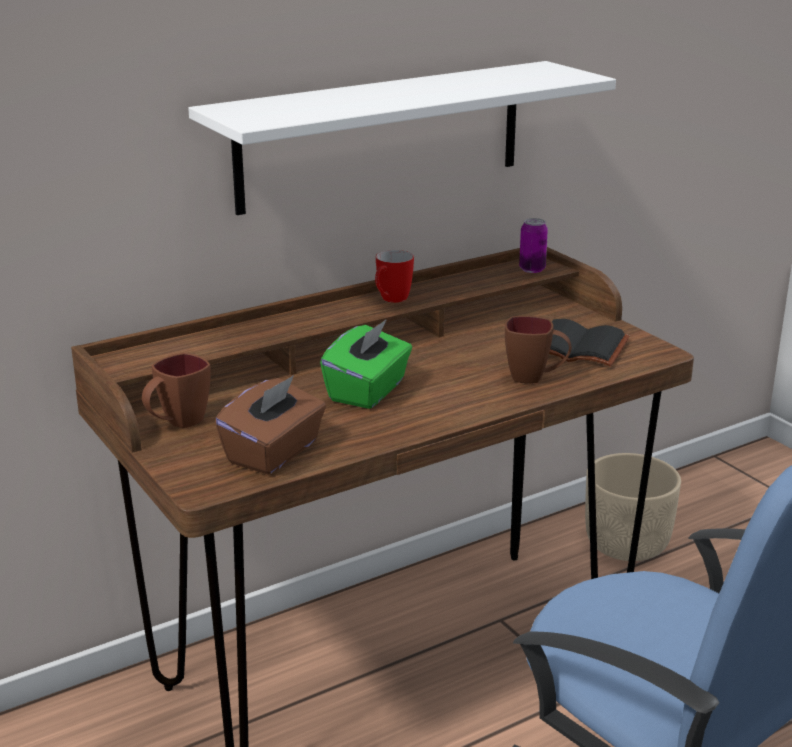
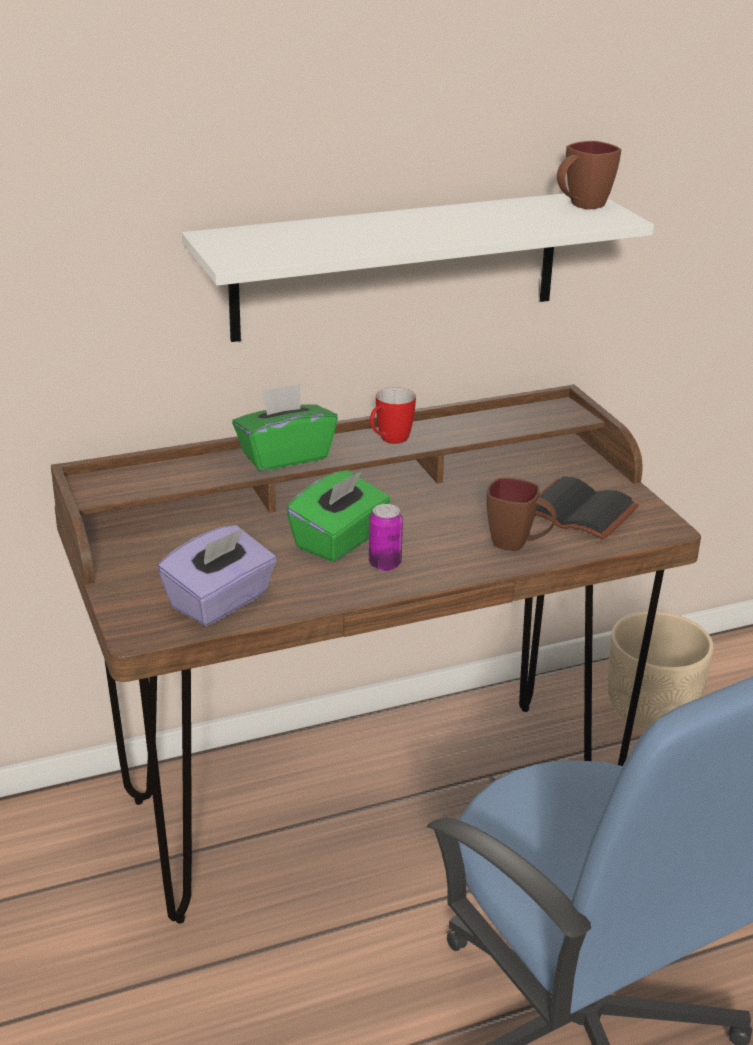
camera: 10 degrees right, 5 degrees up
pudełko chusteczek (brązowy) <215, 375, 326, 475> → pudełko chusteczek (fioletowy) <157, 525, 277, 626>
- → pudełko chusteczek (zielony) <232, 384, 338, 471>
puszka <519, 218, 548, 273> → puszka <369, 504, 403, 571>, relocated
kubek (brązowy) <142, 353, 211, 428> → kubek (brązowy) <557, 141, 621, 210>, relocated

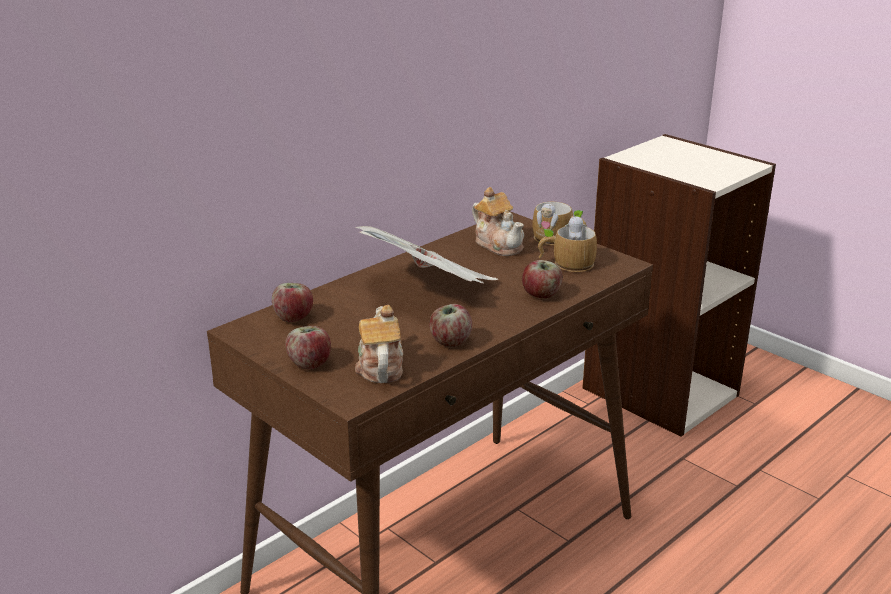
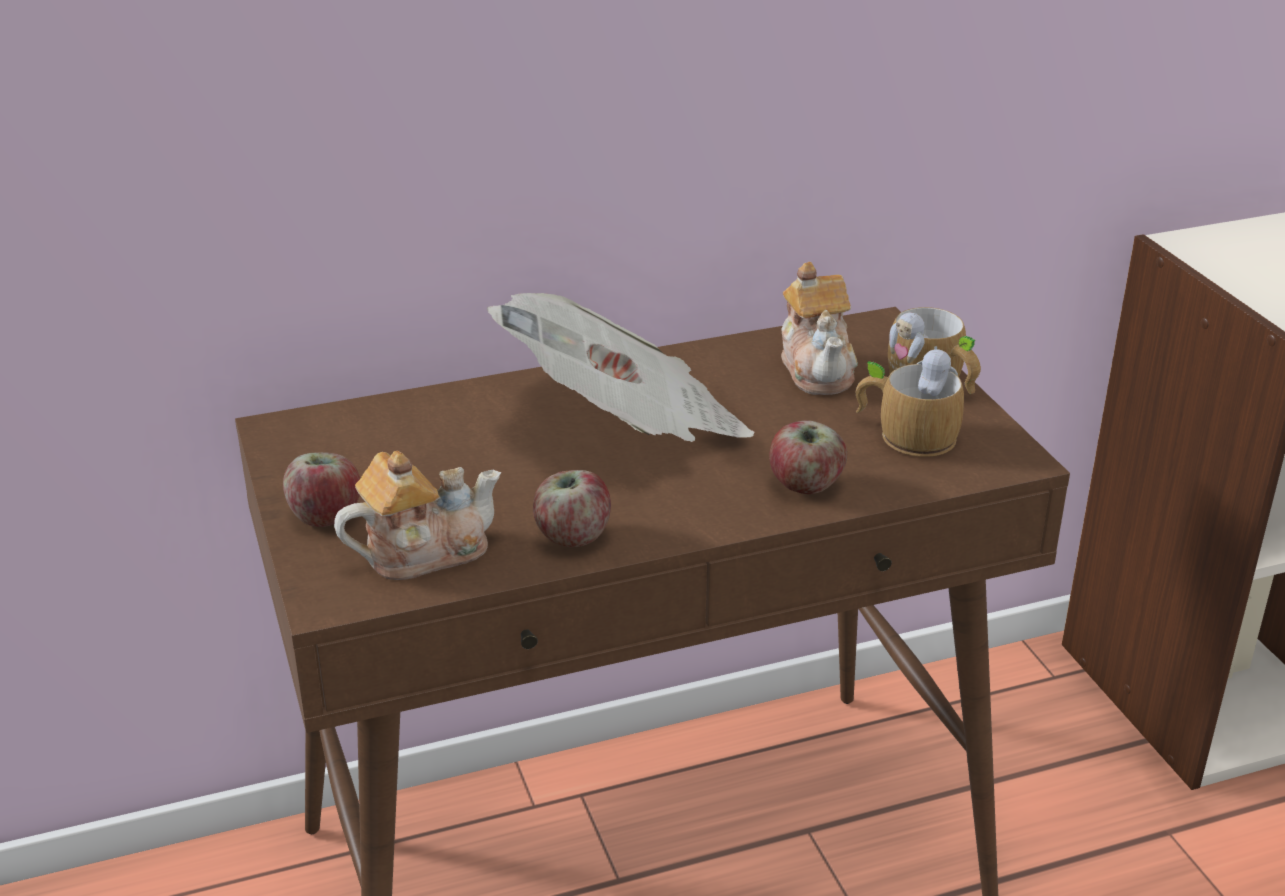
camera: 25 degrees right, 5 degrees up
imbryk <355, 305, 403, 383> → imbryk <334, 451, 501, 580>, 45 degrees clockwise
jabłko <272, 283, 313, 322> → -

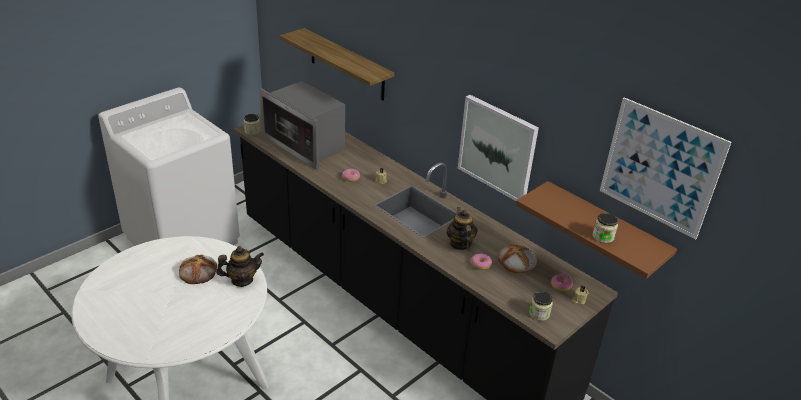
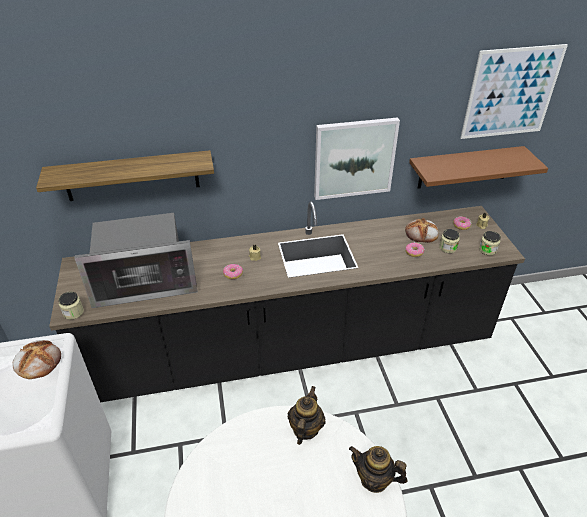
camera: 55 degrees left, 5 degrees up
chleb <179, 255, 217, 284> → chleb <12, 340, 61, 379>, relocated
imbryk <446, 207, 478, 250> → imbryk <349, 446, 407, 493>, relocated
słoik <592, 213, 618, 243> → słoik <439, 229, 460, 253>, relocated

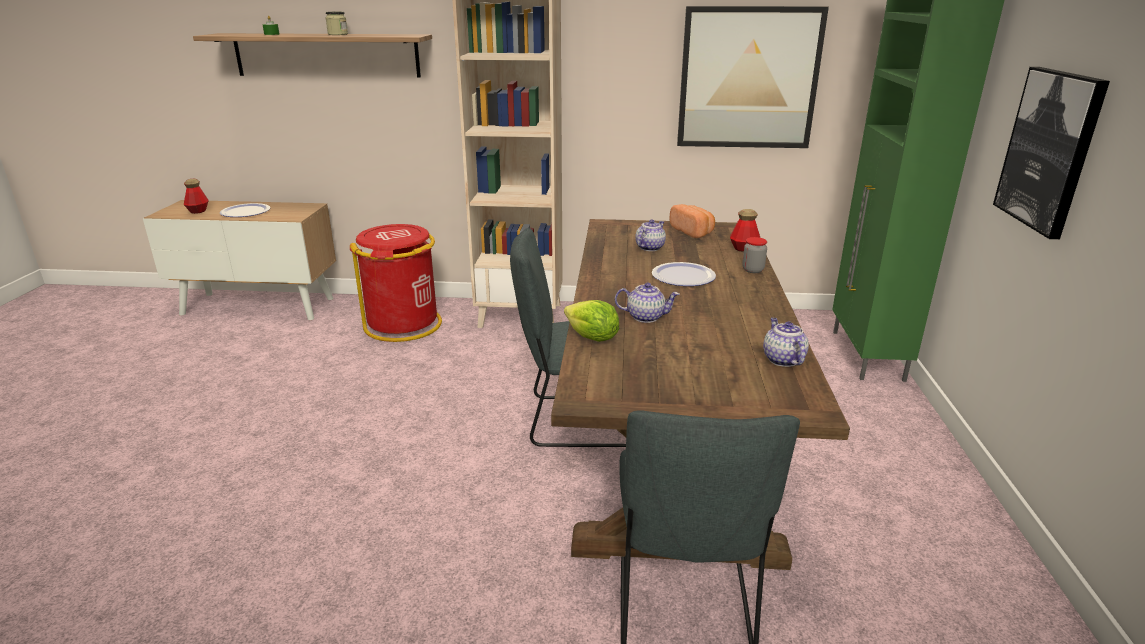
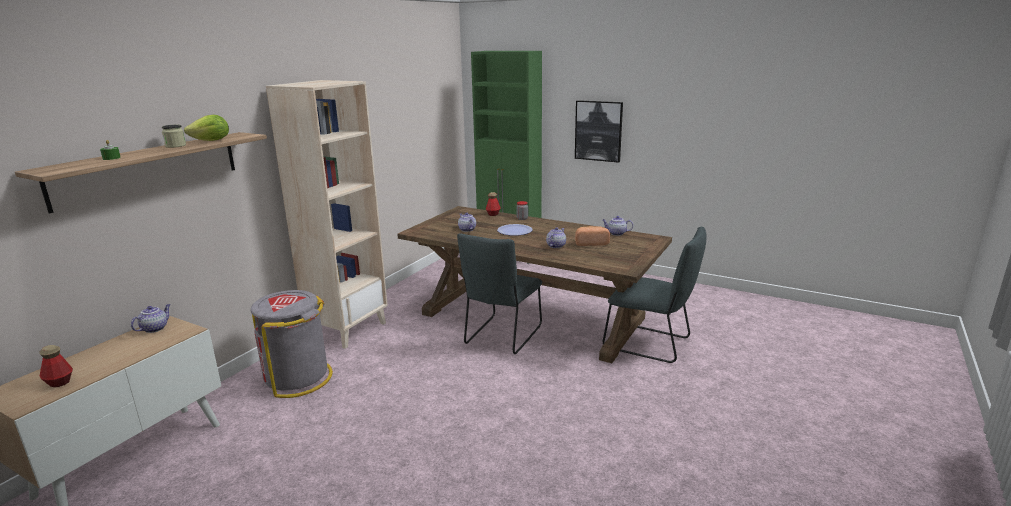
camera: 65 degrees left, 5 degrees down
- → imbryk <131, 304, 171, 333>
sałata <564, 300, 619, 342> → sałata <184, 115, 229, 141>, relocated
kosz na śmieci (czerwony) <350, 224, 442, 342> → kosz na śmieci (szary) <251, 290, 333, 398>
chleb <670, 204, 715, 238> → chleb <575, 226, 610, 246>, relocated
talerz <220, 203, 270, 217> → -
obraz <677, 6, 829, 148> → -

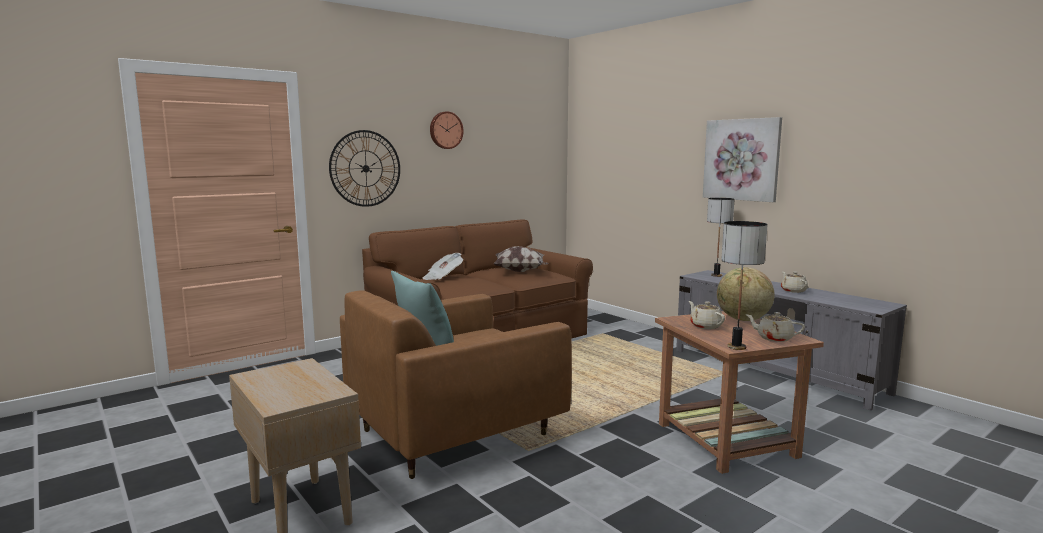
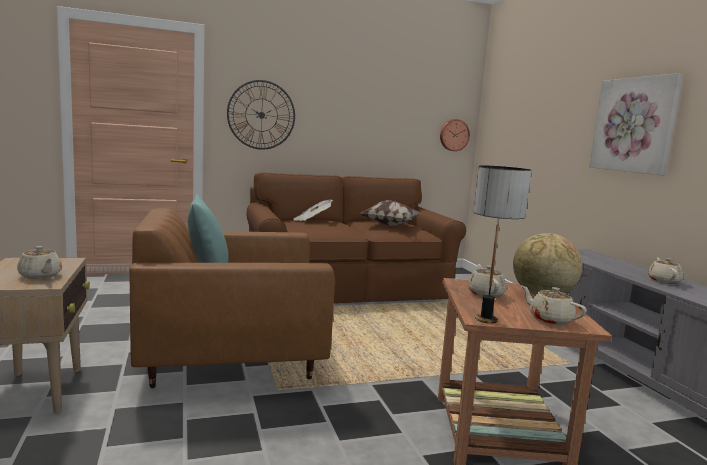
camera: 20 degrees right, 0 degrees up
- → imbryk (beżowy) <17, 246, 62, 279>
zegar ścienny <430, 111, 464, 149> → zegar ścienny <440, 119, 470, 151>, relocated
lampa stołowa <707, 198, 735, 277> → -

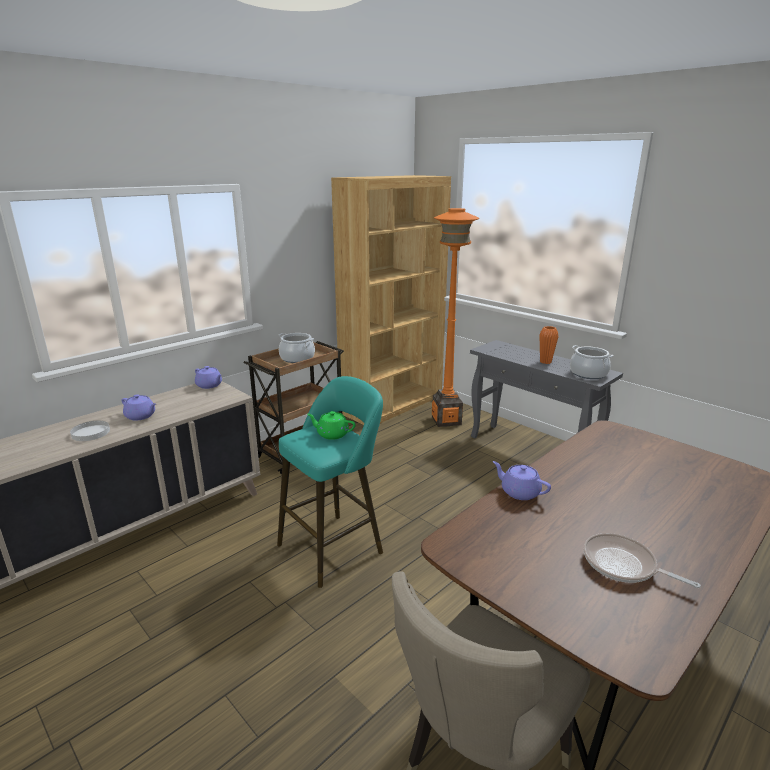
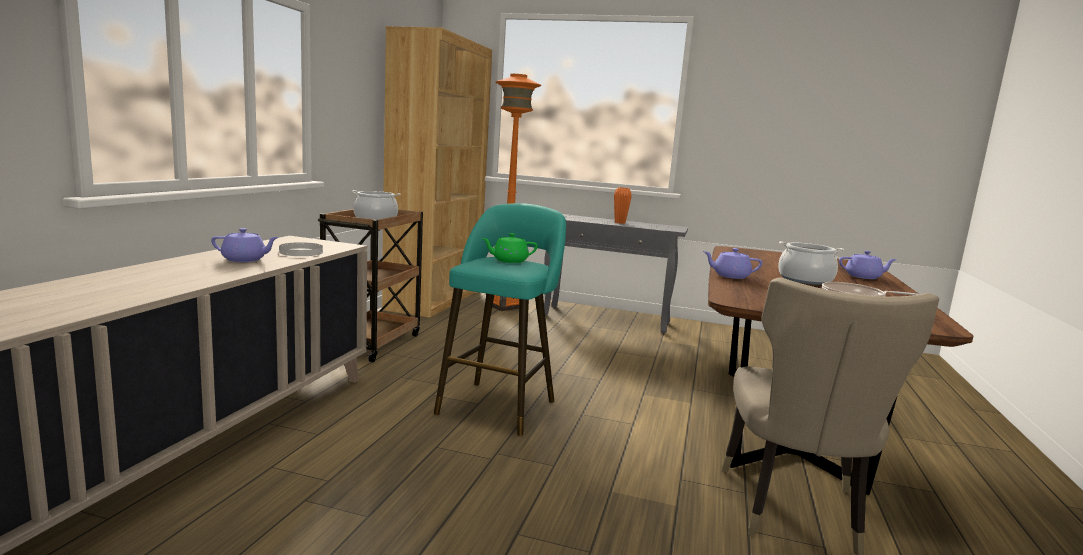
camera: 30 degrees left, 10 degrees down
talerz (biały) <70, 421, 110, 441> → talerz (biały) <279, 242, 323, 256>, relocated
garnek <570, 345, 613, 379> → garnek <778, 241, 844, 285>, relocated
imbryk (fioletowy) <195, 366, 222, 389> → imbryk (fioletowy) <839, 251, 897, 279>, relocated

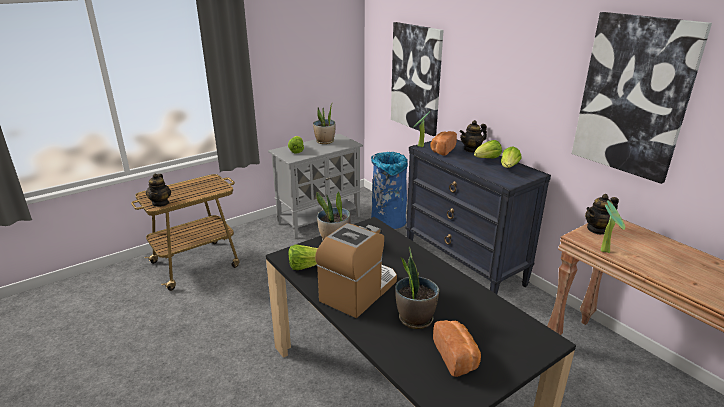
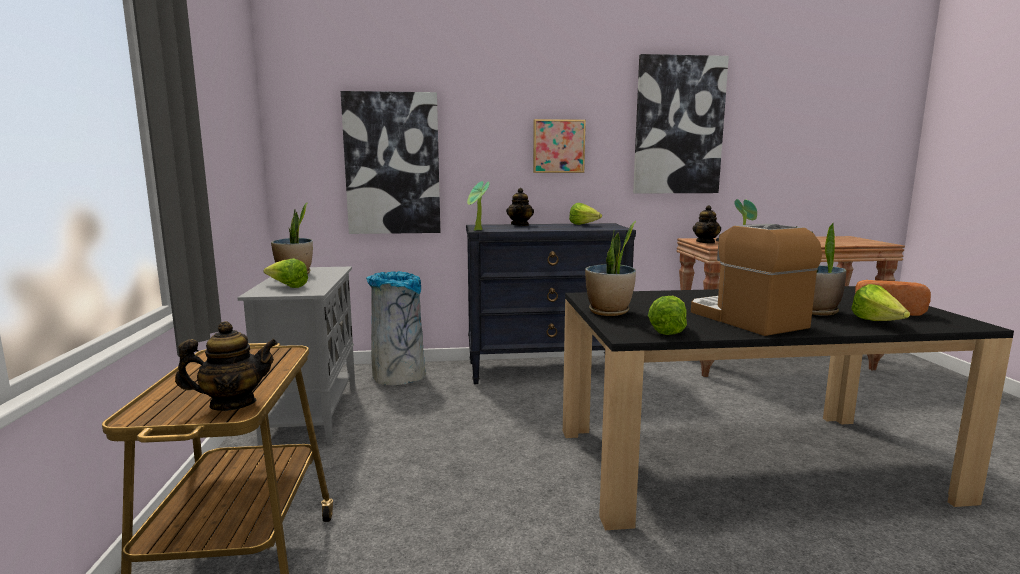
camera: 60 degrees left, 15 degrees down
imbryk <146, 173, 171, 207> → imbryk <175, 321, 278, 411>, 45 degrees counterclockwise
kosz na śmieci (niebieski) <371, 152, 408, 229> → kosz na śmieci (szary) <366, 271, 426, 385>
- → obraz <533, 119, 586, 173>
sałata <474, 140, 502, 159> → sałata <851, 284, 910, 321>, relocated
chleb <430, 131, 457, 156> → -

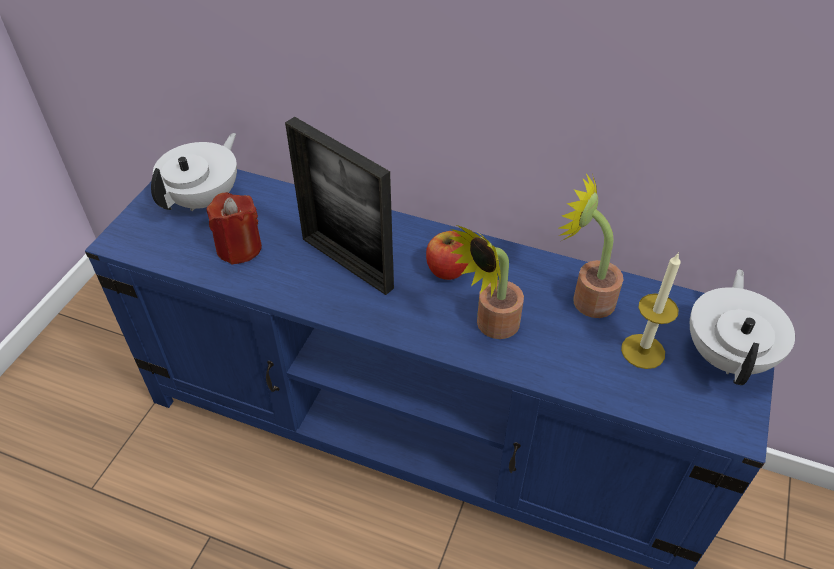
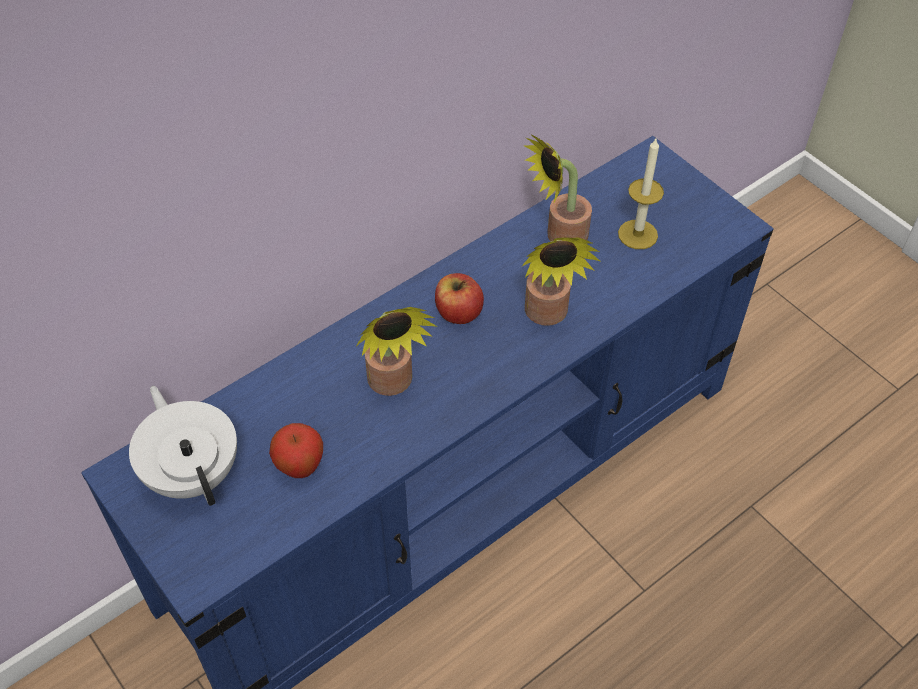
camera: 60 degrees left, 5 degrees up
świeca (czerwony) <207, 192, 262, 265> → jabłko <269, 423, 323, 478>
ramka na zdjęcie <285, 117, 394, 295> → roślina doniczkowa <357, 307, 438, 396>
imbryk (biały) <690, 269, 795, 385> → -

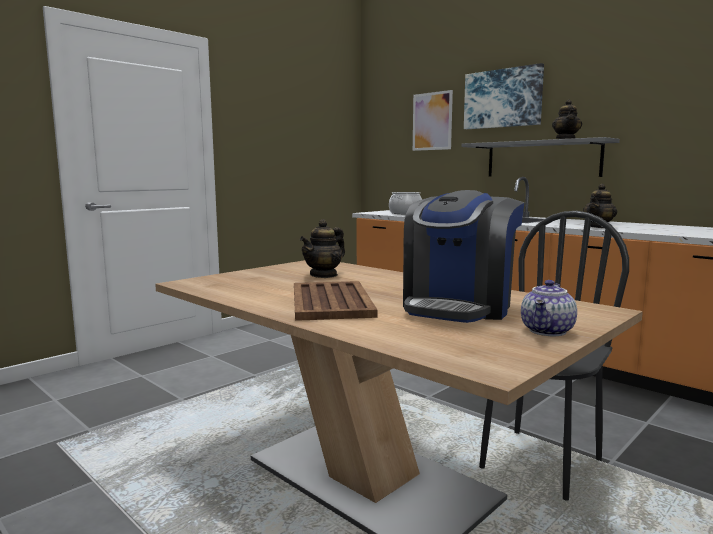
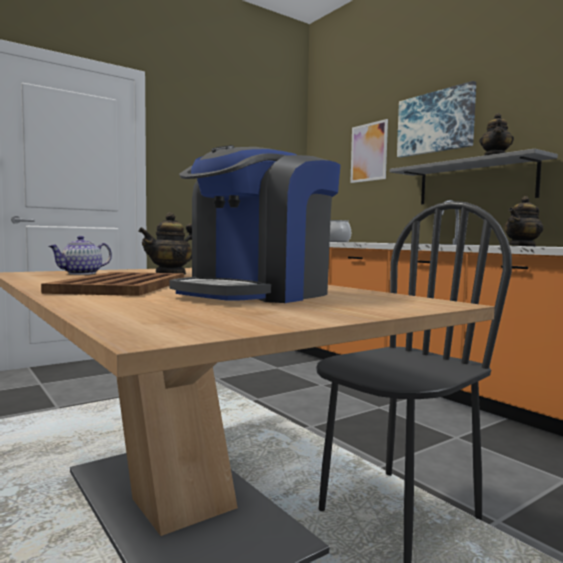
camera: 10 degrees right, 5 degrees down
imbryk <521, 280, 577, 336> → imbryk <49, 236, 112, 275>, relocated

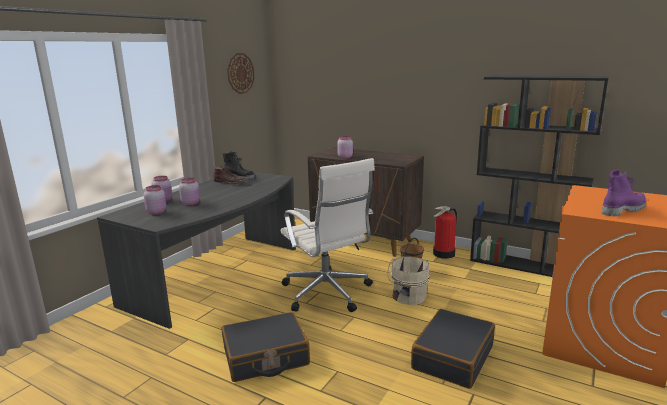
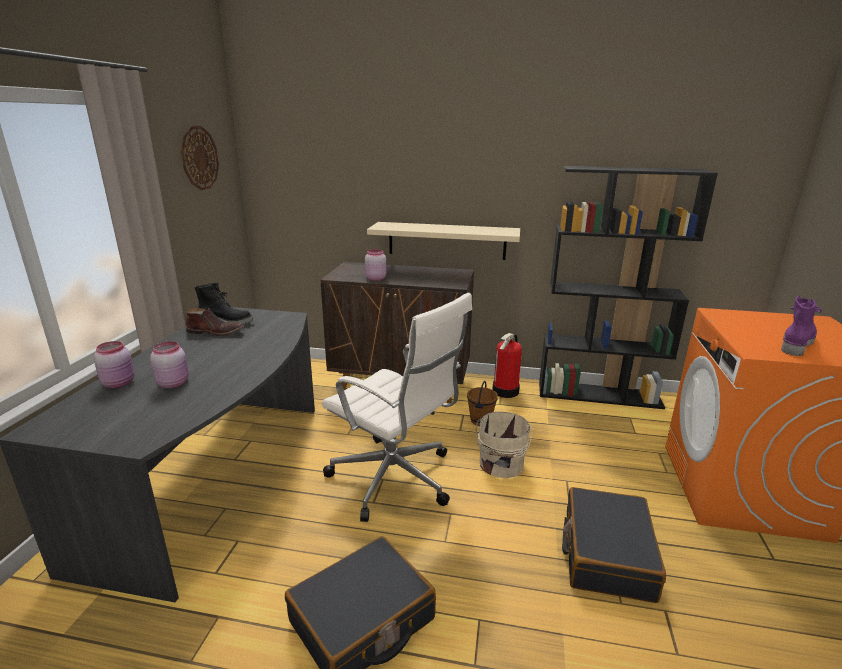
camera: 20 degrees left, 5 degrees up
- → półka (beżowy) <367, 222, 520, 260>
słoik (różowy) <144, 185, 166, 215> → -

